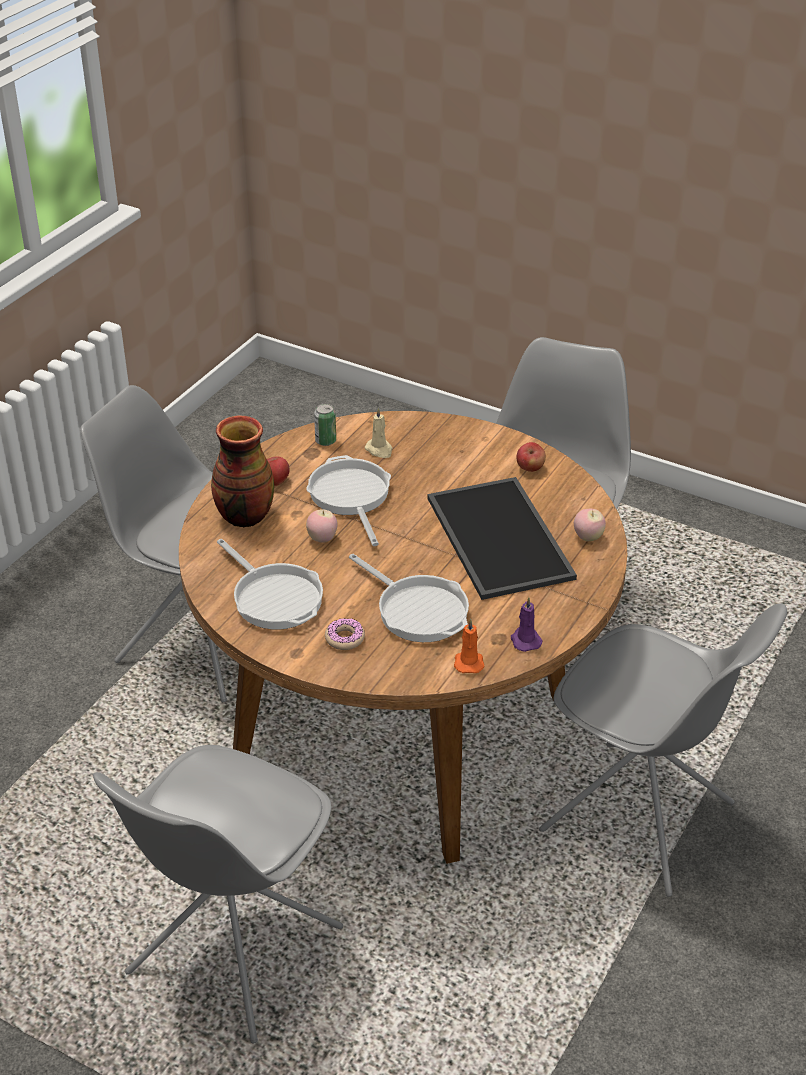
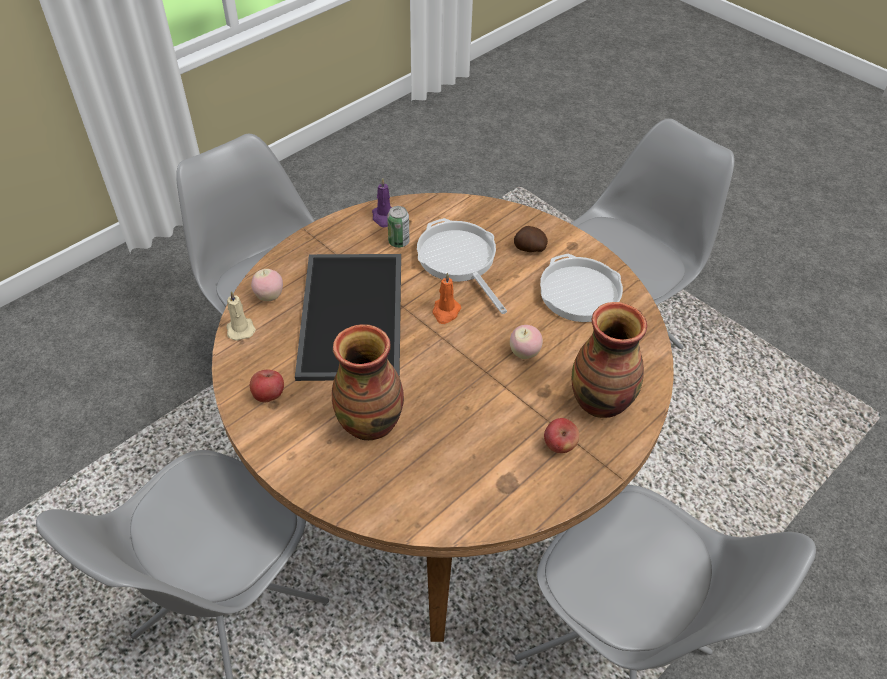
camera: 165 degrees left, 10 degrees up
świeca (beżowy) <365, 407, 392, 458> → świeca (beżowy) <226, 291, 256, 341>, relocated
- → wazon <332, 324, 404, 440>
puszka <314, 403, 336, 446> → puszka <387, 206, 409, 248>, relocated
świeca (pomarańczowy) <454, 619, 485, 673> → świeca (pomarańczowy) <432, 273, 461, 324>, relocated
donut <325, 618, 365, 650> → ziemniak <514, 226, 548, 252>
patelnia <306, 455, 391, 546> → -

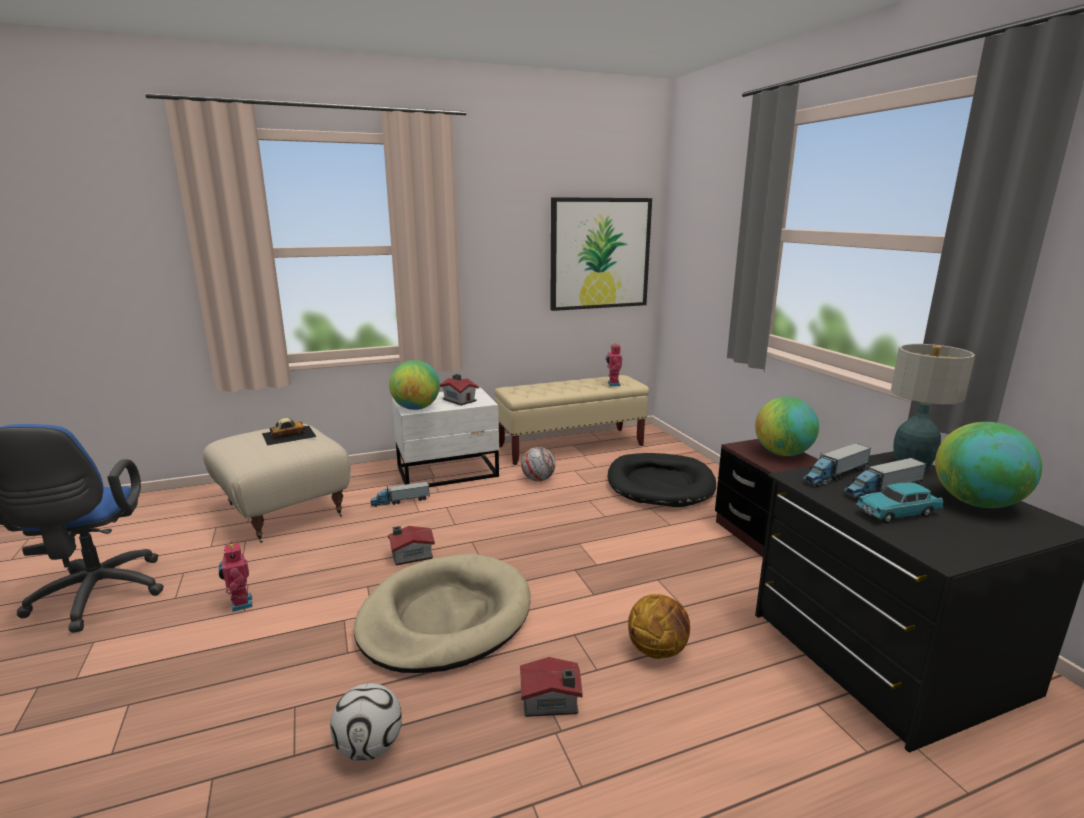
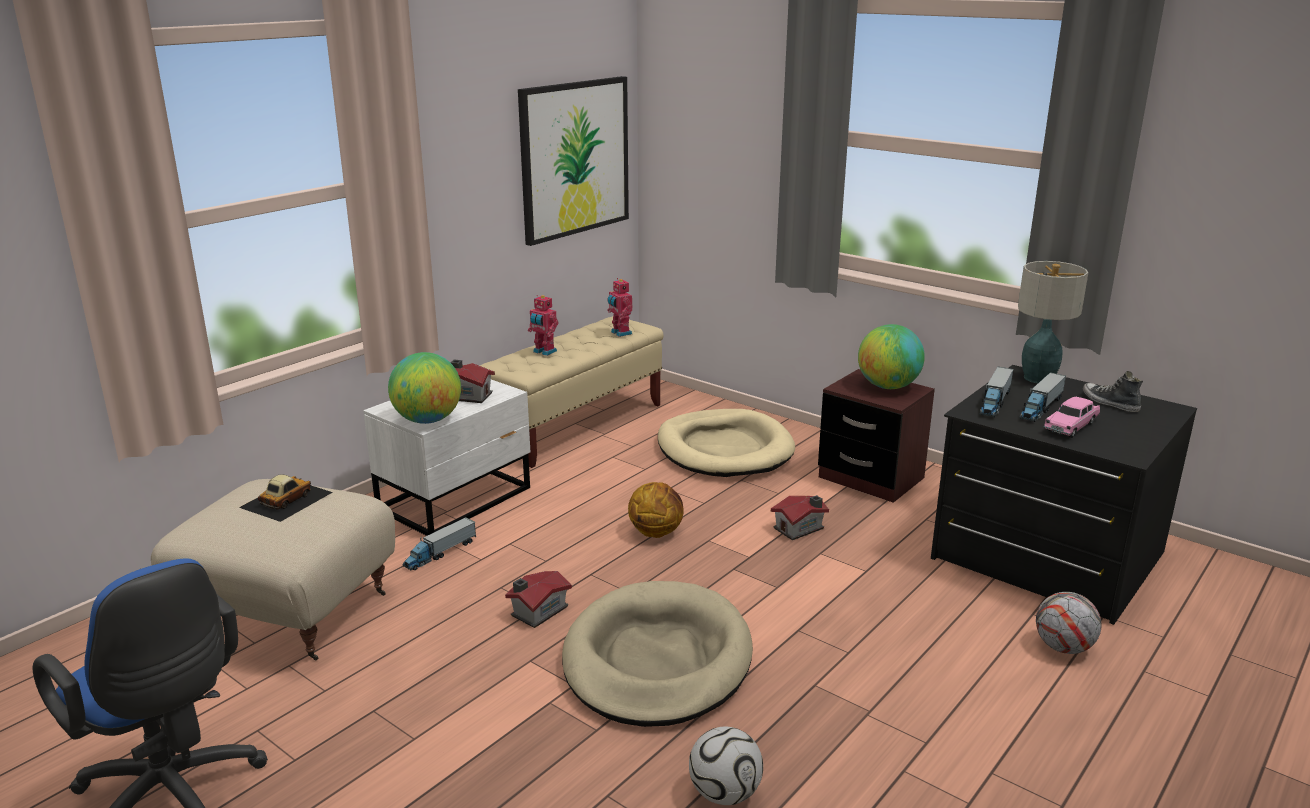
camera: 30 degrees left, 5 degrees up
robot zabawkowy <219, 541, 253, 612> → robot zabawkowy <528, 295, 558, 356>, relocated
piłka do koszykówki <628, 594, 690, 659> → piłka do koszykówki <628, 482, 684, 538>, relocated
legowisko (czarny) <608, 453, 716, 507> → legowisko (beżowy) <658, 409, 795, 477>
domek <520, 657, 583, 717> → domek <771, 495, 829, 540>, relocated
piłka futbolowa <521, 447, 555, 481> → piłka futbolowa <1036, 592, 1101, 654>, relocated
samochodzik (turkusowy) <856, 483, 943, 523> → samochodzik (różowy) <1044, 397, 1100, 438>
globus <935, 422, 1042, 508> → but <1083, 371, 1143, 412>

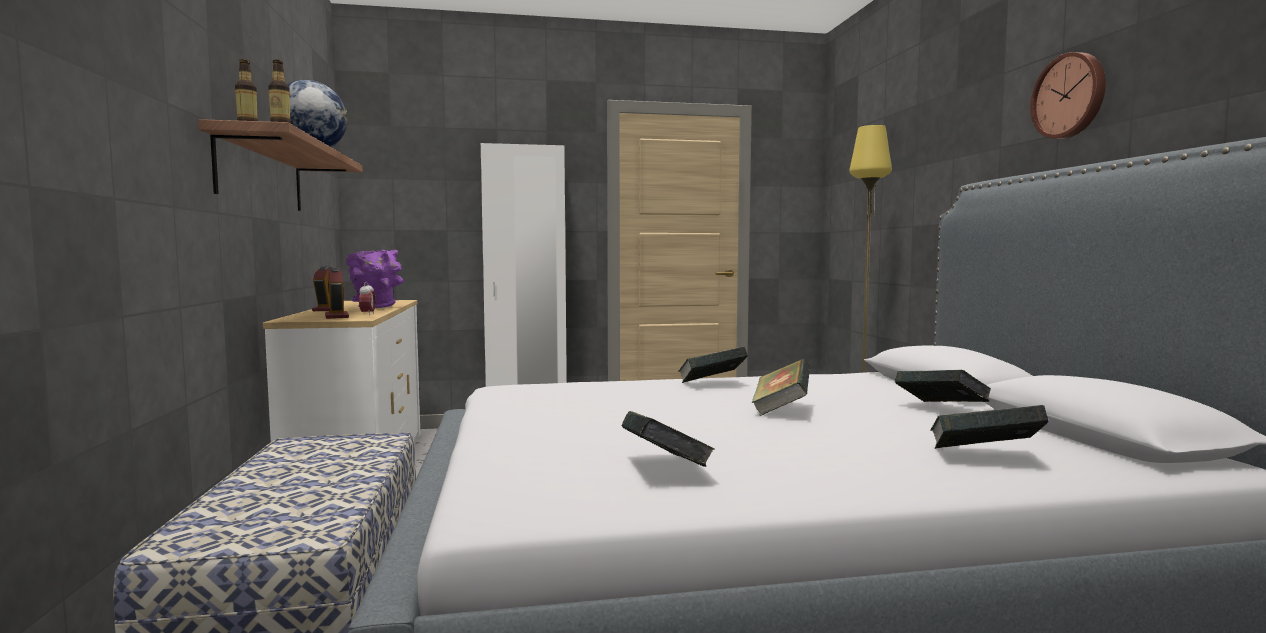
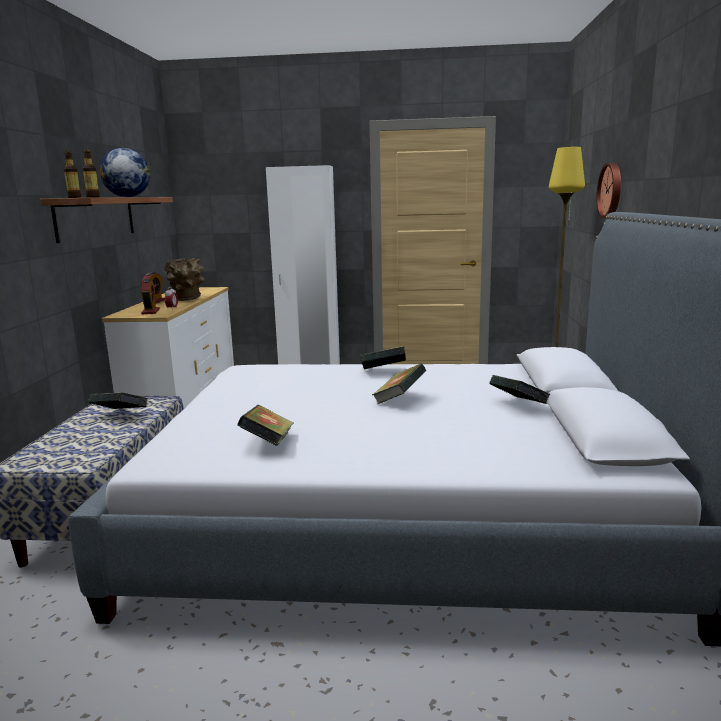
camera: 15 degrees right, 10 degrees up
książka <930, 405, 1049, 449> → książka <88, 393, 148, 409>, relocated
wazon (fioletowy) <346, 250, 404, 309> → wazon (brązowy) <165, 258, 205, 301>
zegar ścienny <1030, 52, 1106, 139> → zegar ścienny <596, 163, 621, 218>, relocated

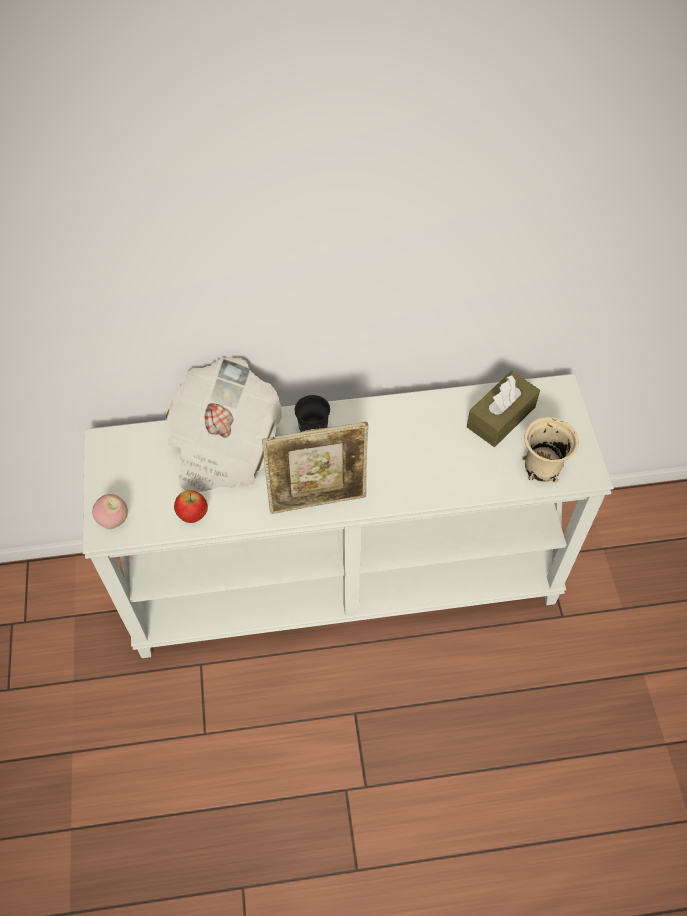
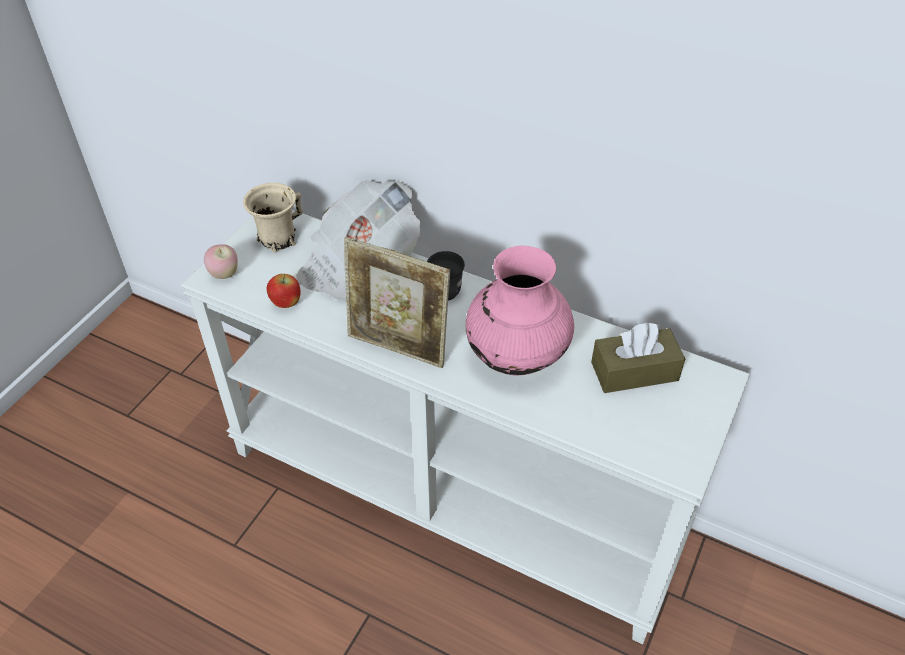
camera: 35 degrees right, 10 degrees down
kubek (beżowy) <522, 417, 579, 482> → kubek (beżowy) <243, 183, 303, 253>, relocated
- → wazon (różowy) <466, 246, 574, 375>

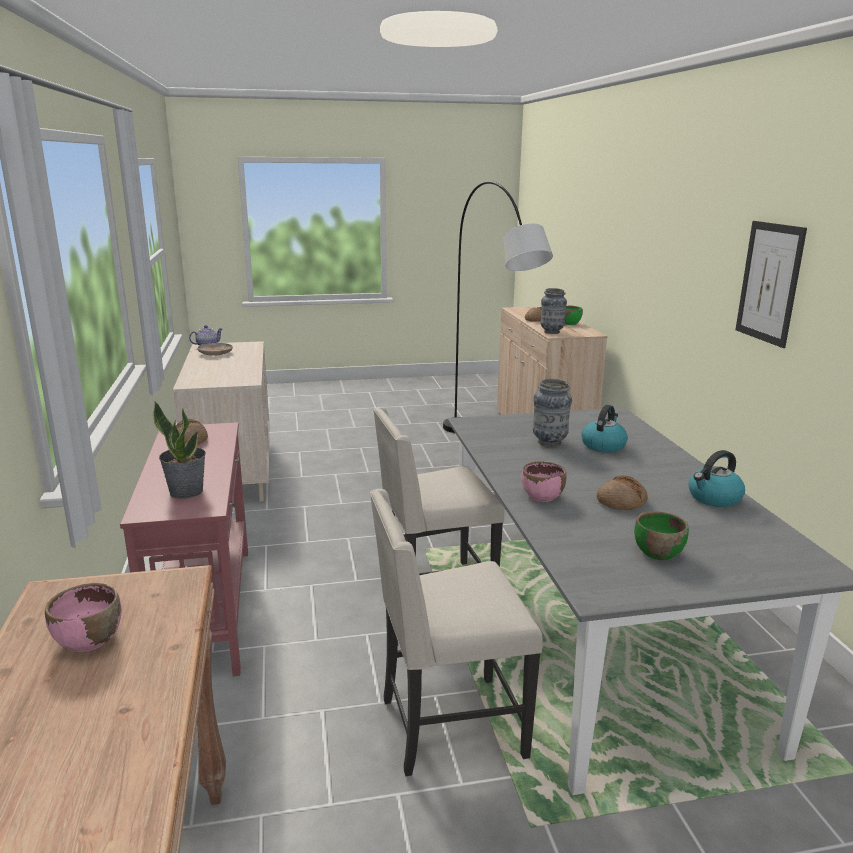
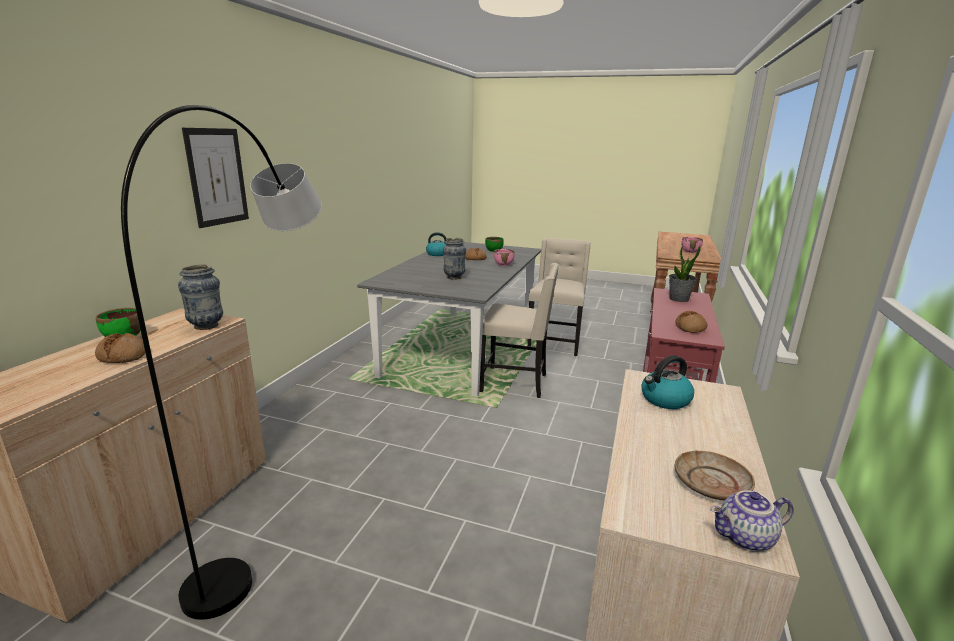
camera: 150 degrees left, 0 degrees up
obraz <736, 221, 807, 348> → obraz <182, 128, 249, 228>, relocated
krzesło (beżowy) <370, 489, 543, 777> → krzesło (beżowy) <527, 238, 591, 356>, 90 degrees counterclockwise
czajnik <581, 405, 628, 453> → czajnik <641, 355, 694, 409>, relocated

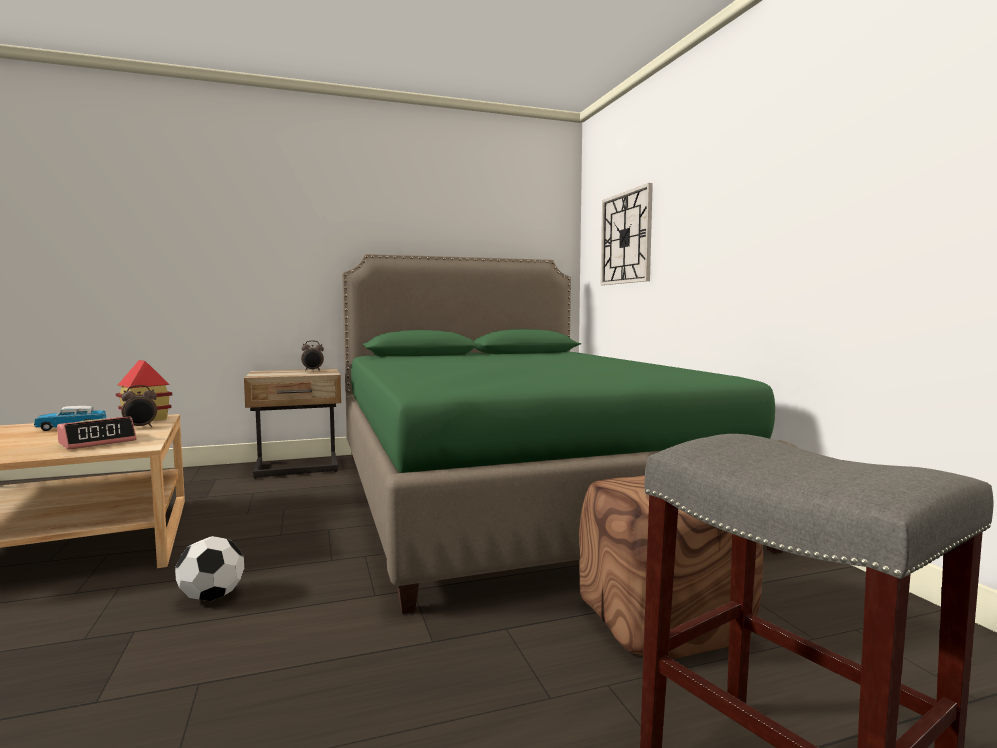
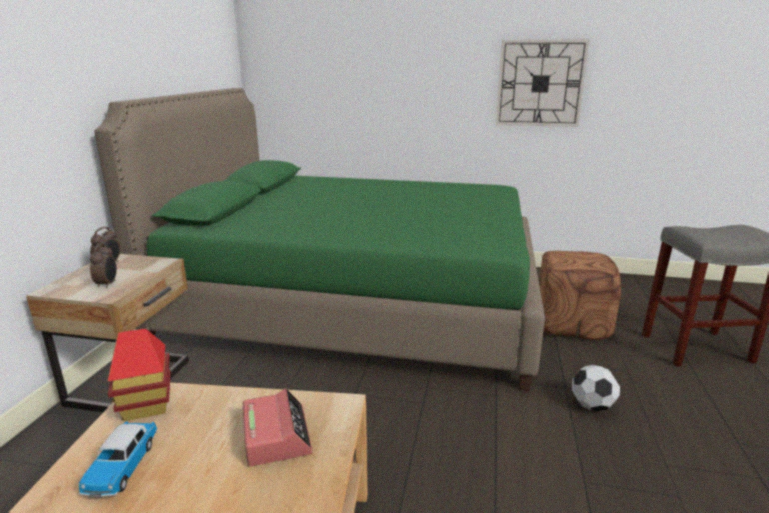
camera: 60 degrees left, 15 degrees up
budzik <121, 385, 157, 427> → budzik <90, 243, 117, 288>, relocated
zegar ścienny <601, 183, 653, 285> → zegar ścienny <496, 39, 590, 127>, relocated
piłka futbolowa <175, 536, 244, 601> → piłka futbolowa <572, 365, 620, 411>, relocated

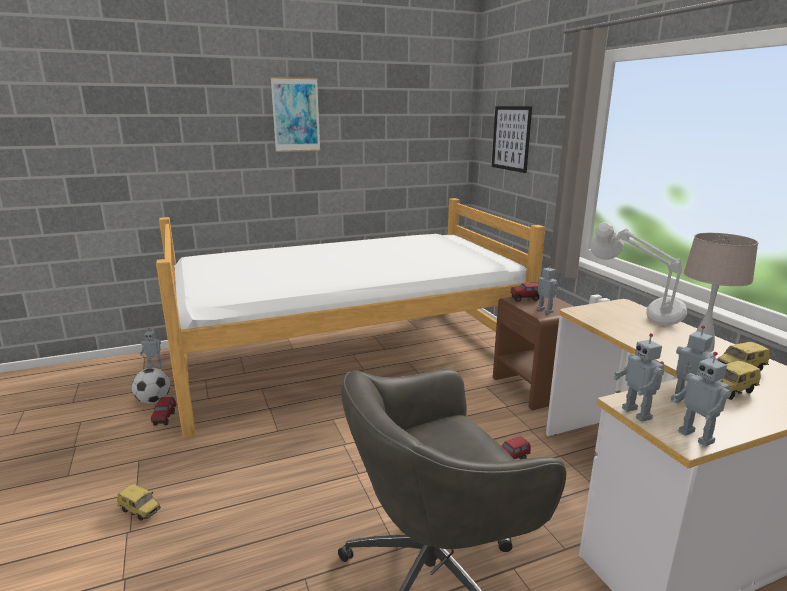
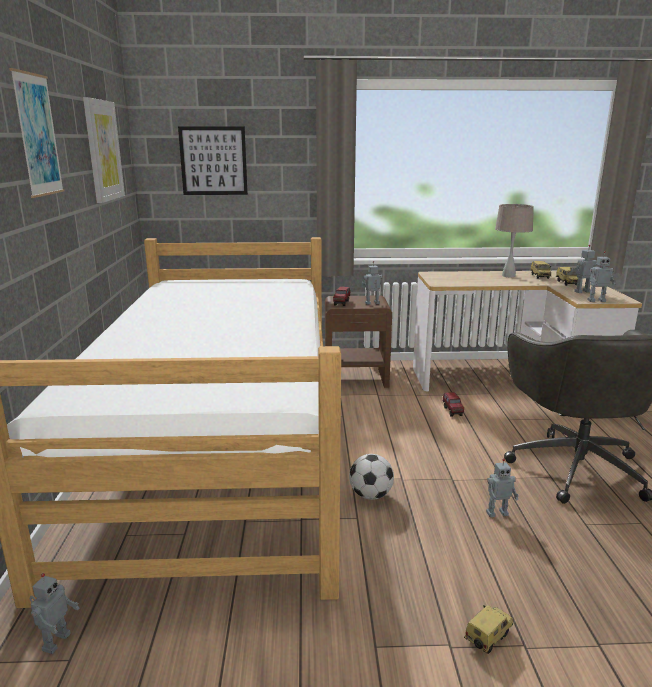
camera: 70 degrees left, 0 degrees up
- → obraz <83, 97, 125, 203>
piłka futbolowa <132, 368, 170, 404> → piłka futbolowa <349, 454, 394, 500>, relocated
robot zabawkowy <672, 352, 731, 447> → robot zabawkowy <486, 458, 519, 517>, relocated
ciężarówka zabawkowa <151, 397, 176, 426> → -
lampa stołowa (szary) <590, 222, 687, 326> → -

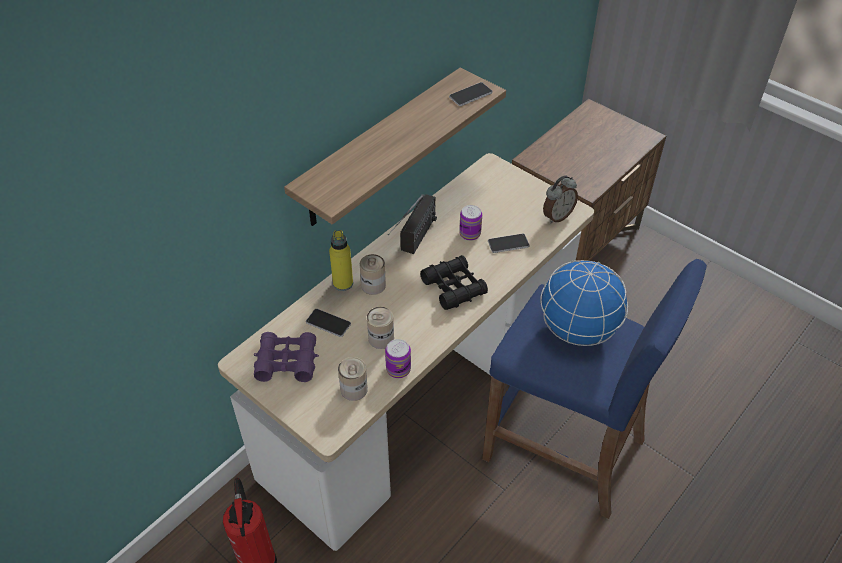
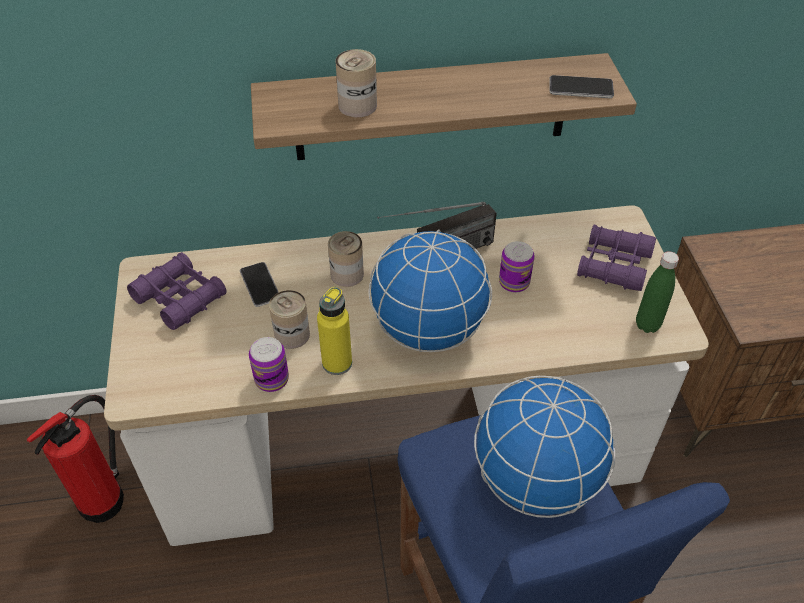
camera: 40 degrees right, 0 degrees up
butelka (żółty) <329, 230, 353, 291> → butelka (żółty) <317, 287, 352, 375>, relocated
puszka <338, 357, 368, 401> → puszka <335, 49, 377, 117>, relocated
lornetka (czarny) <420, 255, 488, 310> → globus <368, 230, 492, 352>
- → lornetka (fioletowy) <577, 225, 656, 291>
budzik <543, 175, 578, 223> → butelka (zielony) <636, 251, 679, 333>
telefon <488, 234, 529, 253> → -

